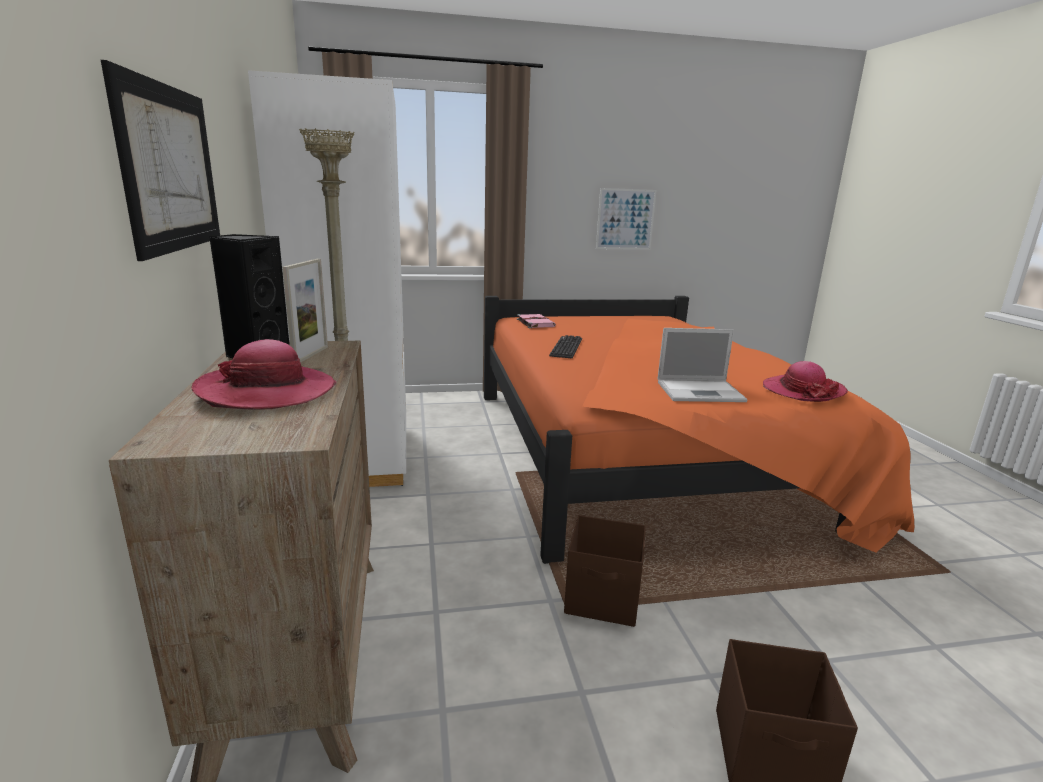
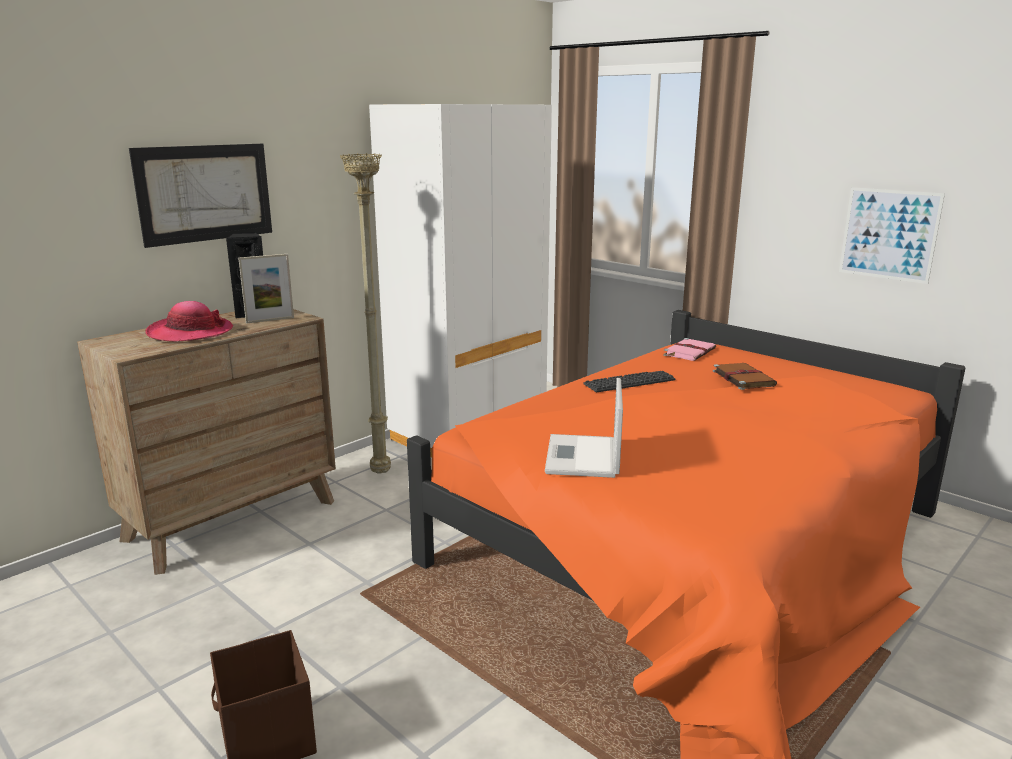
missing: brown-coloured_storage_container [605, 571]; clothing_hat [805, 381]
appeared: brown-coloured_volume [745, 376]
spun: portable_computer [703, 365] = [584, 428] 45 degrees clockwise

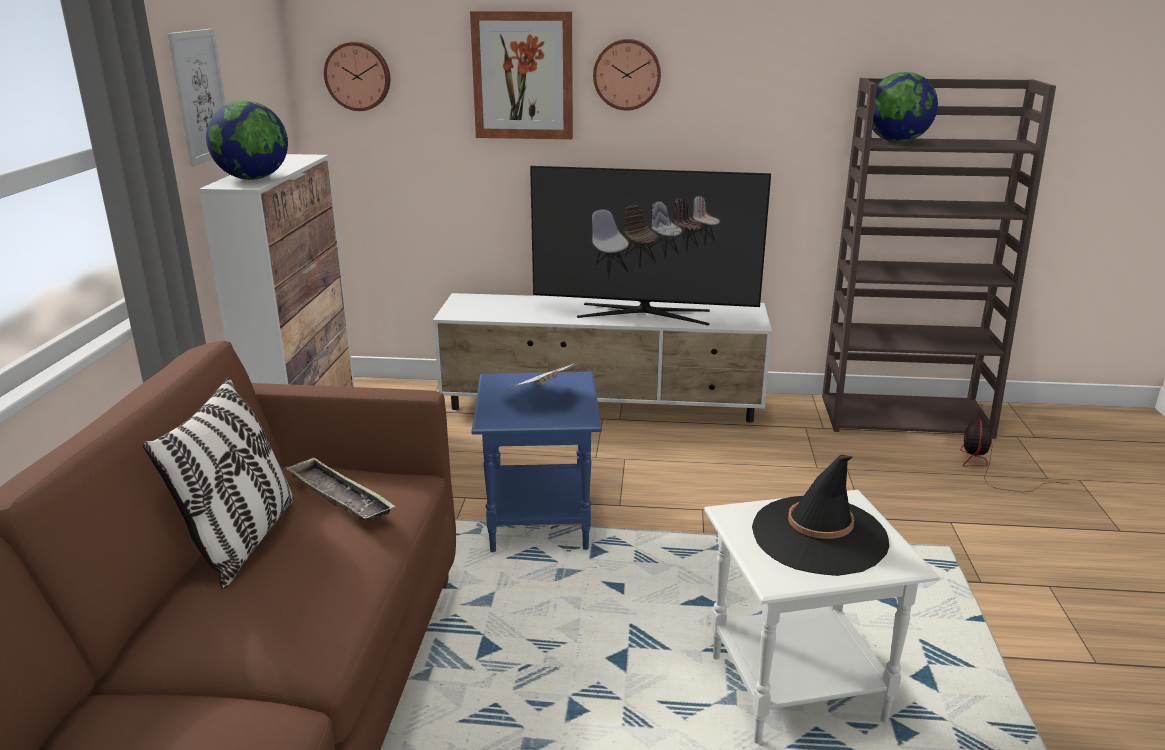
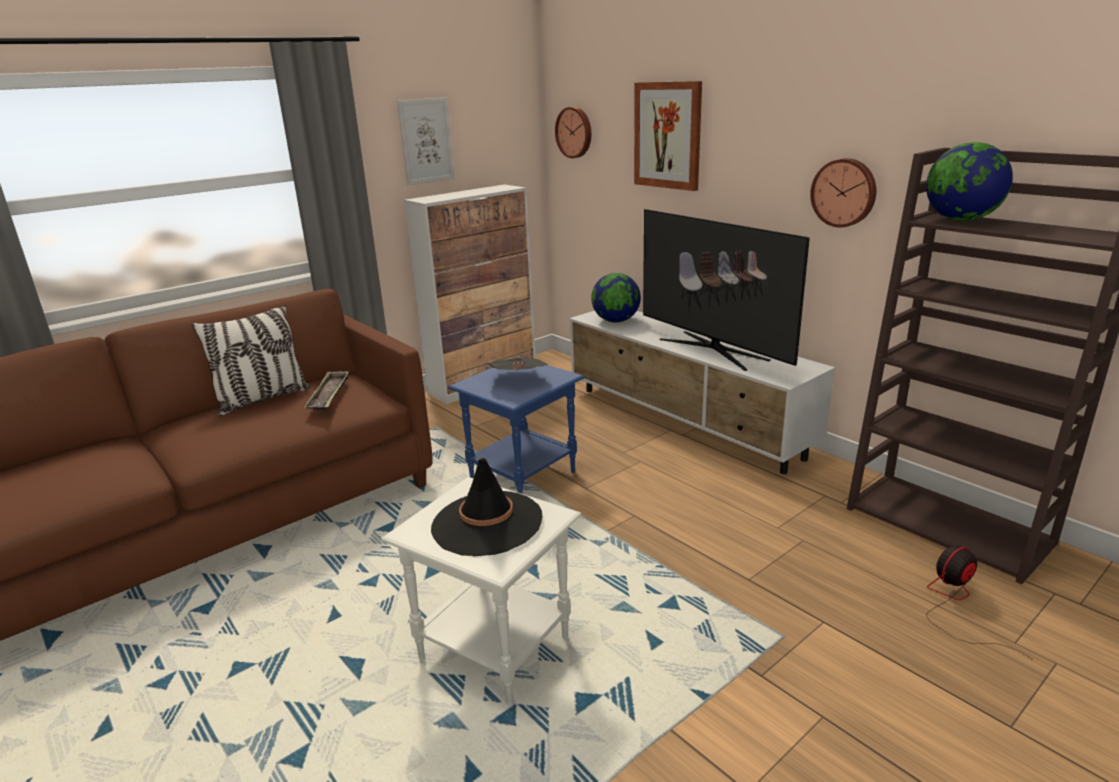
relocated: desk_globe [247, 140] to [616, 298]; clock_on_the_wall [627, 74] to [843, 192]

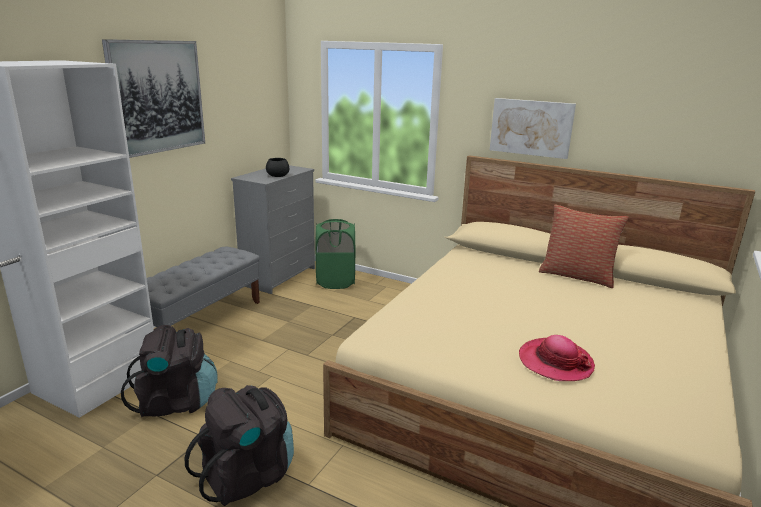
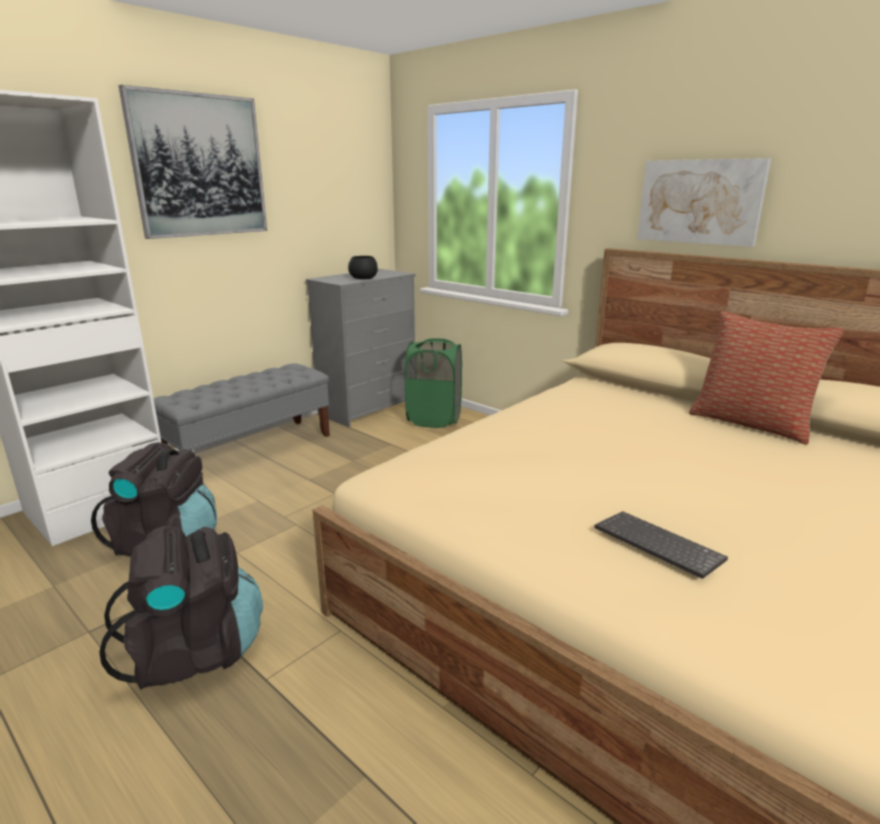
exchanged: clothing_hat [557, 358] to computer_keyboard [661, 545]

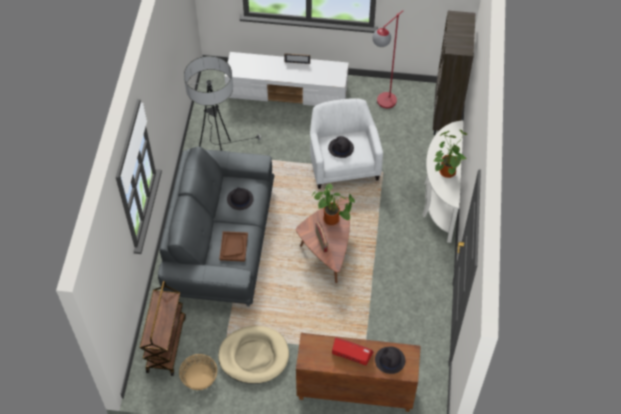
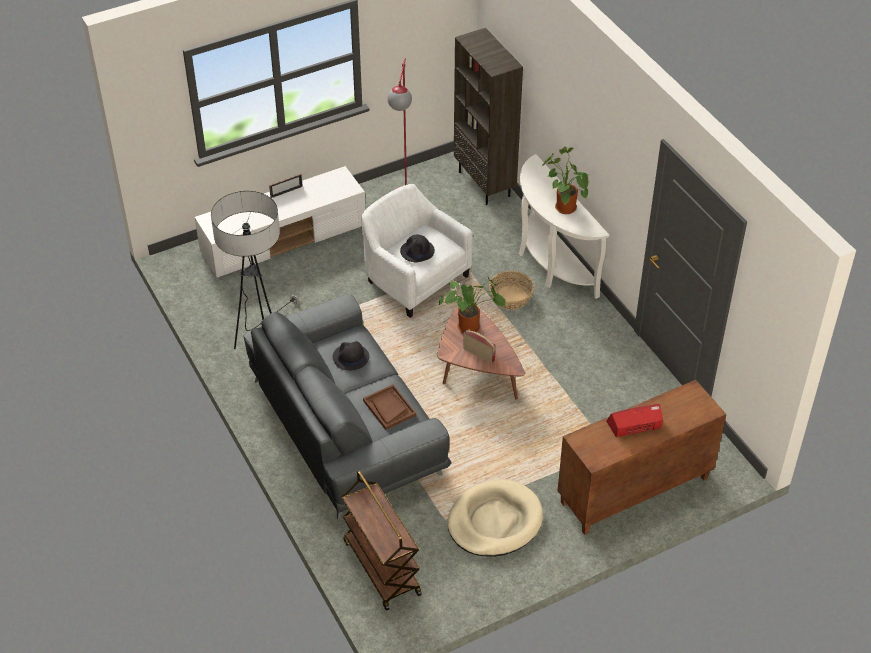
missing: black_clothing_hat [390, 360]
relocated: storage_basket [198, 372] to [511, 290]

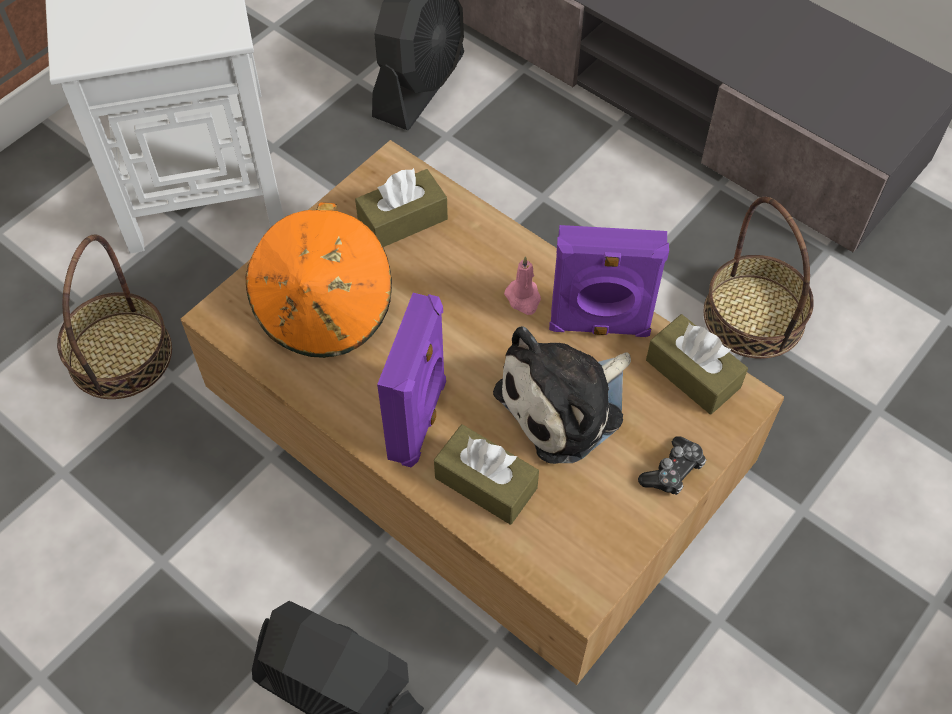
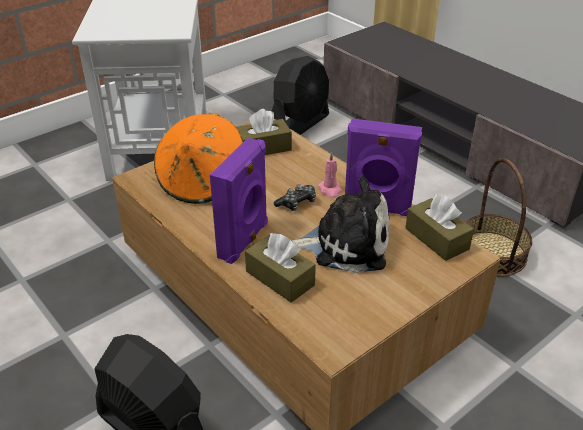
missing: storage_basket [114, 316]
relocated: joypad [672, 465] to [295, 197]
spun: soft_toy [562, 395] = [340, 224] 150 degrees counterclockwise

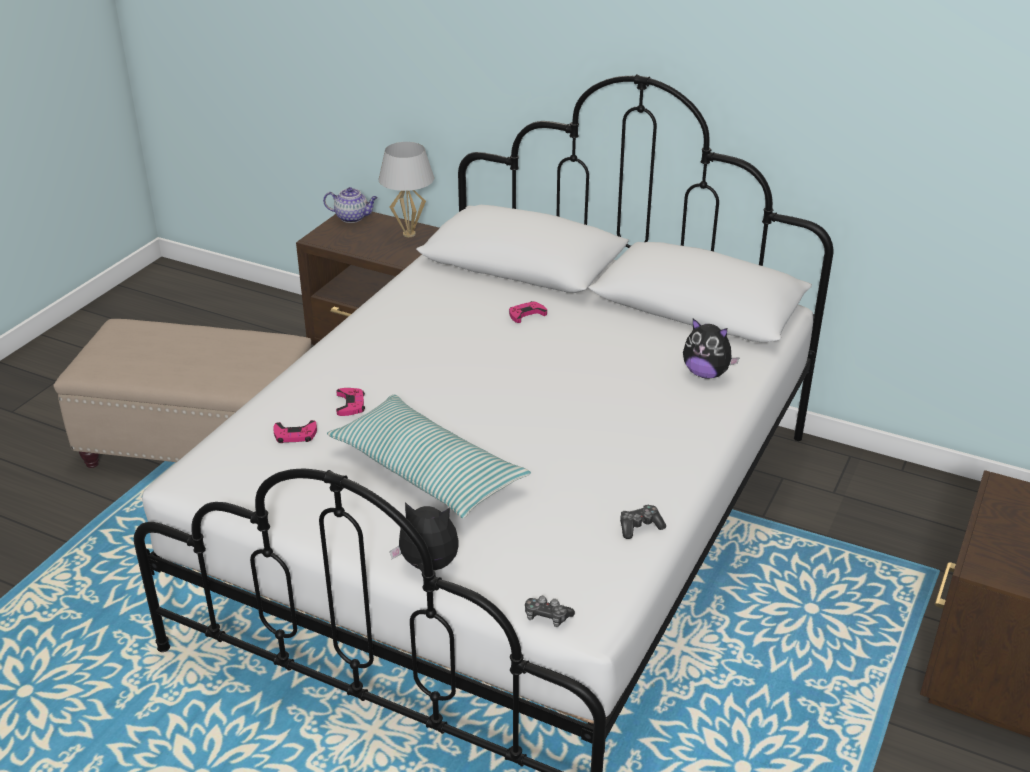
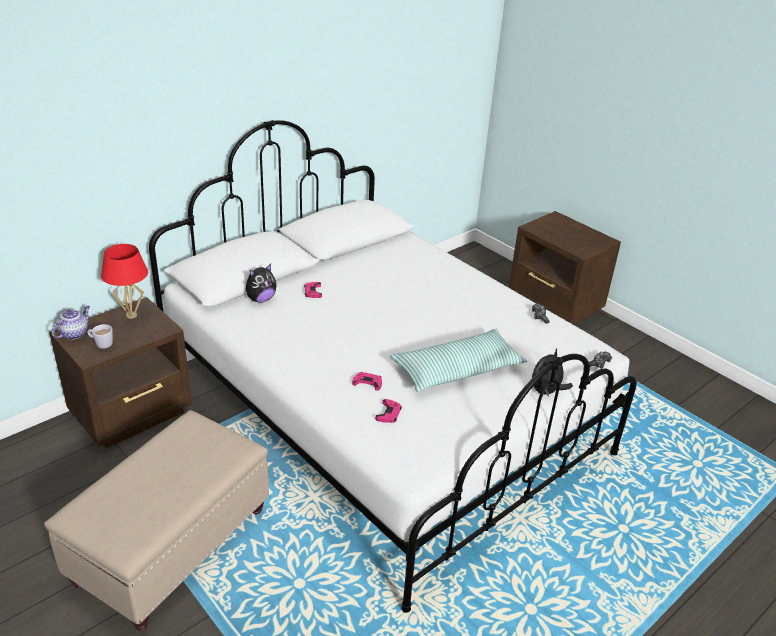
appeared: white_coffee_mug [100, 336]
relocated: soft_toy [711, 348] to [261, 283]
colour: white_lamp_for_a_table [406, 189] to red-coloured_lamp_for_a_table [124, 281]

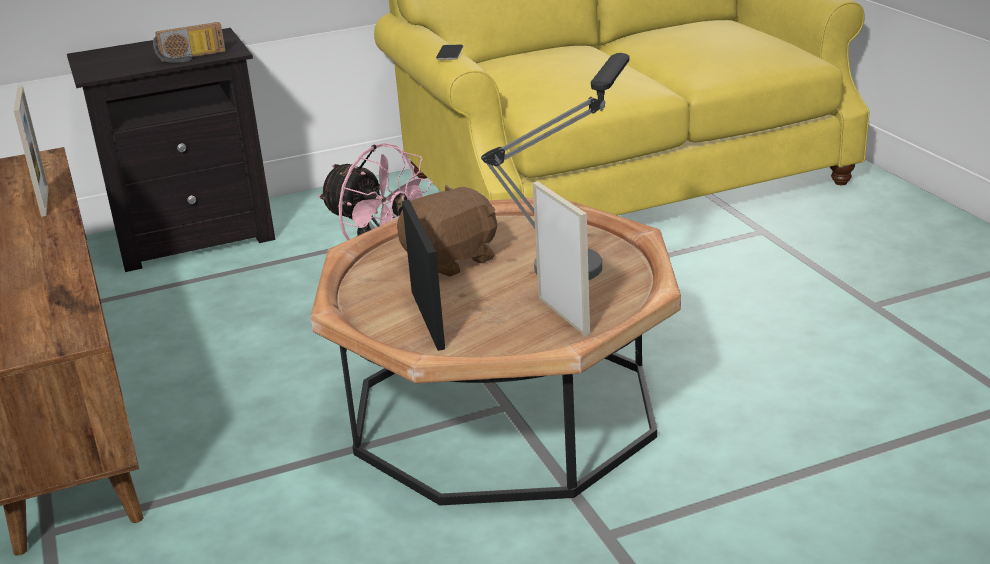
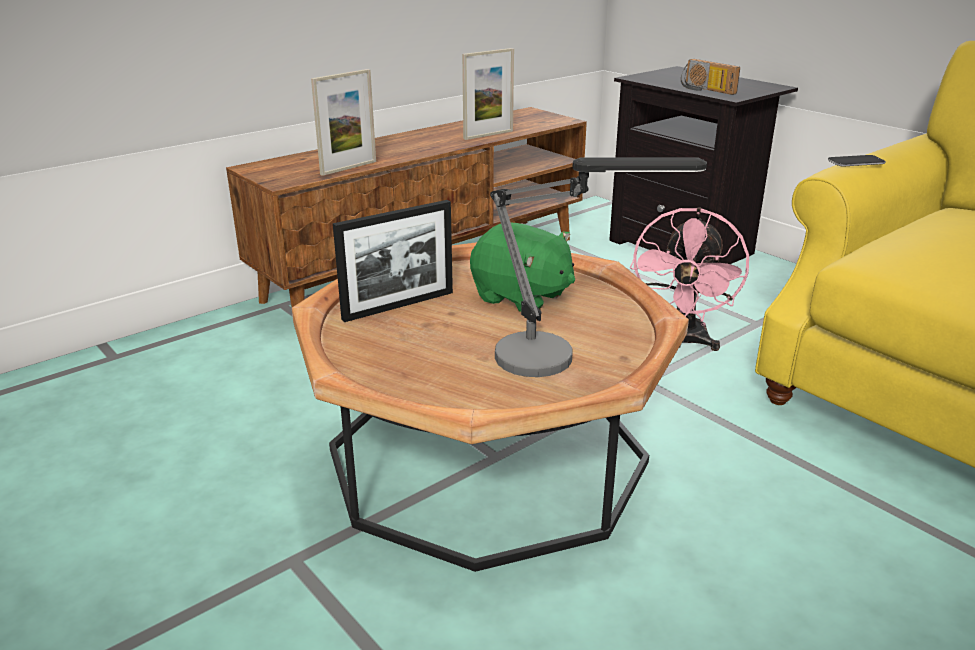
relocated: standing_frame [561, 258] to [343, 122]
colour: brown-coloured_soft_toy [447, 231] to green-coloured_soft_toy [522, 267]

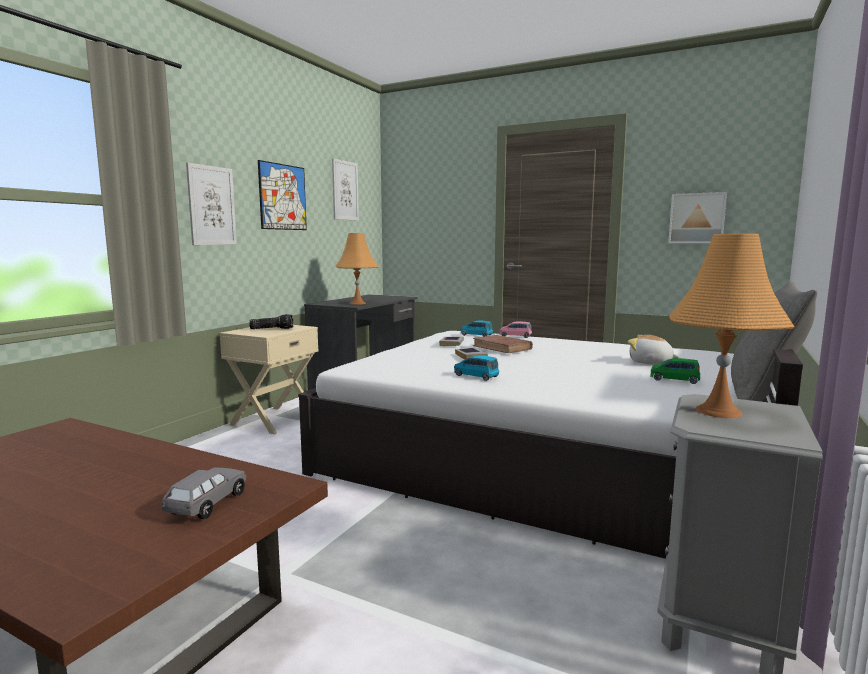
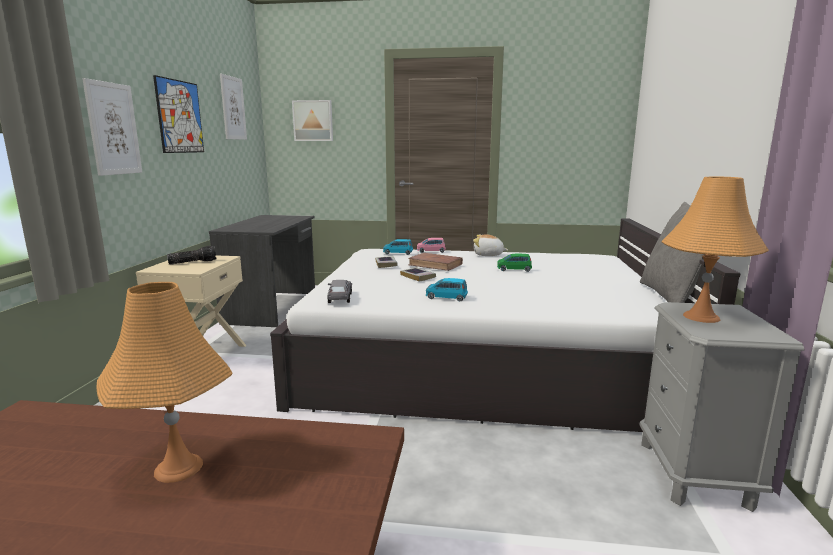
relocated: greyish_toy_car [204, 493] to [340, 291]; orangey_lamp_for_a_table [357, 269] to [164, 382]; soft_toy [653, 350] to [490, 245]; green-coloured_toy_car [675, 371] to [514, 263]; wall_picture [697, 217] to [312, 120]

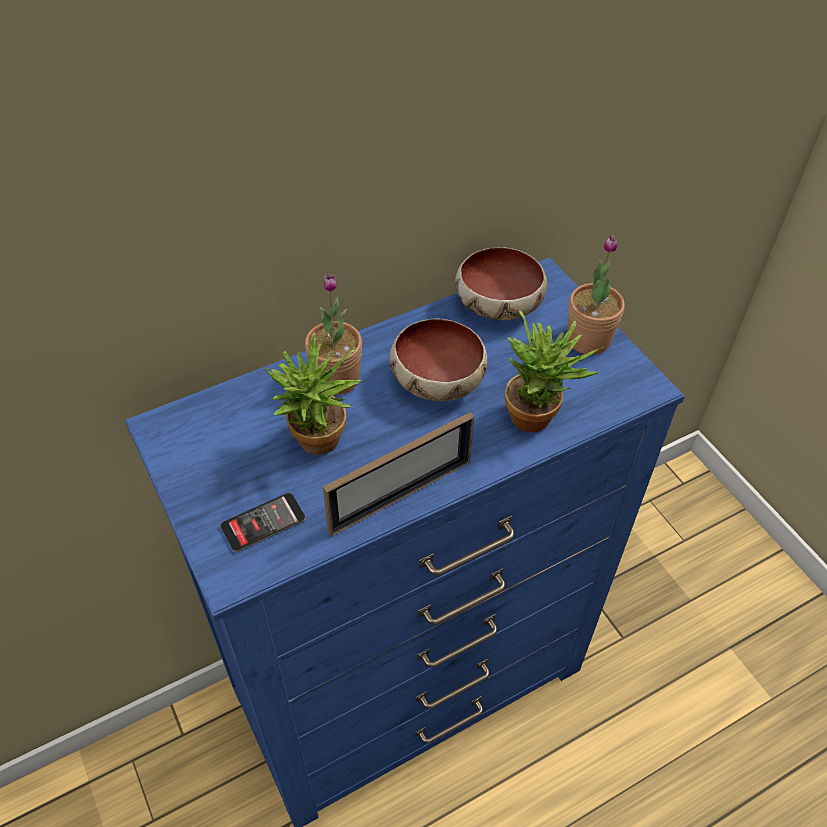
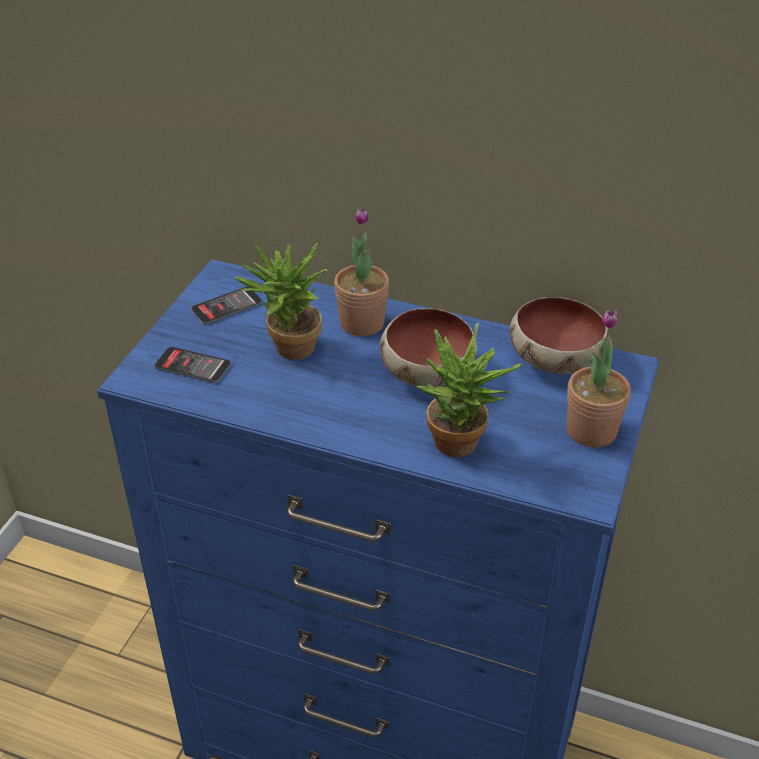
missing: standing_frame [398, 474]
appeared: telephone [226, 305]

